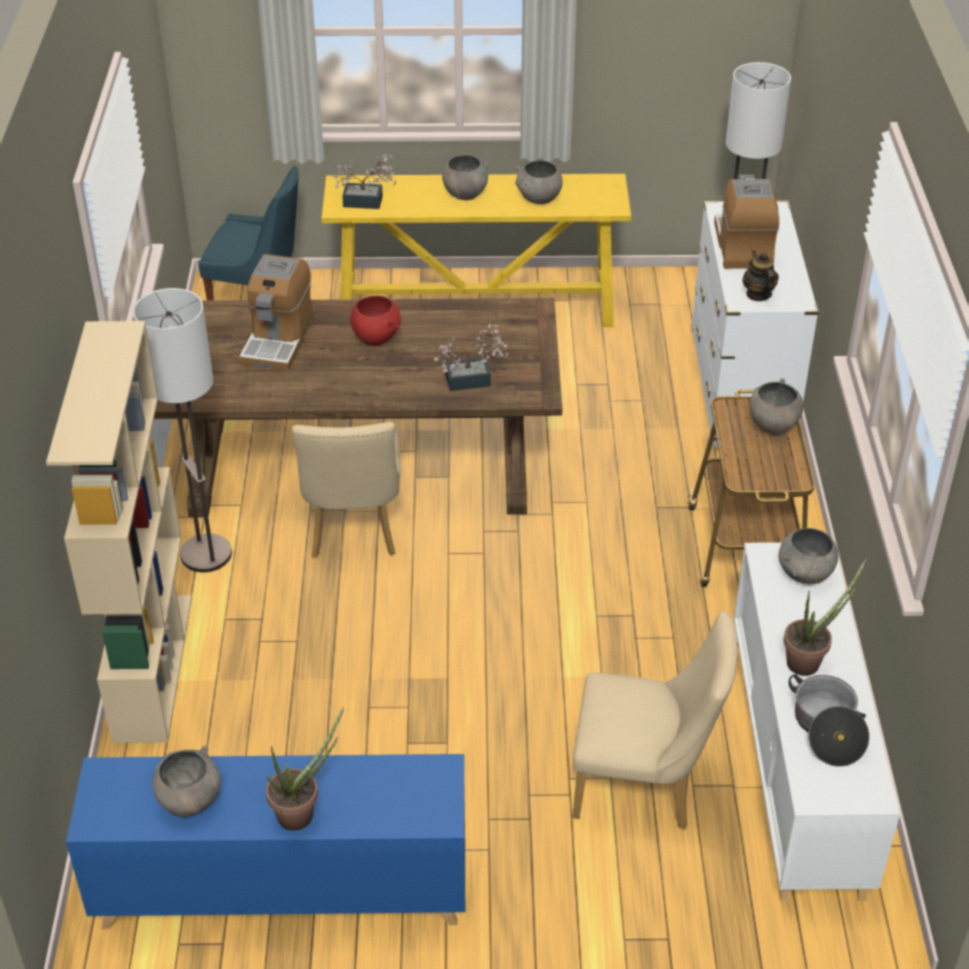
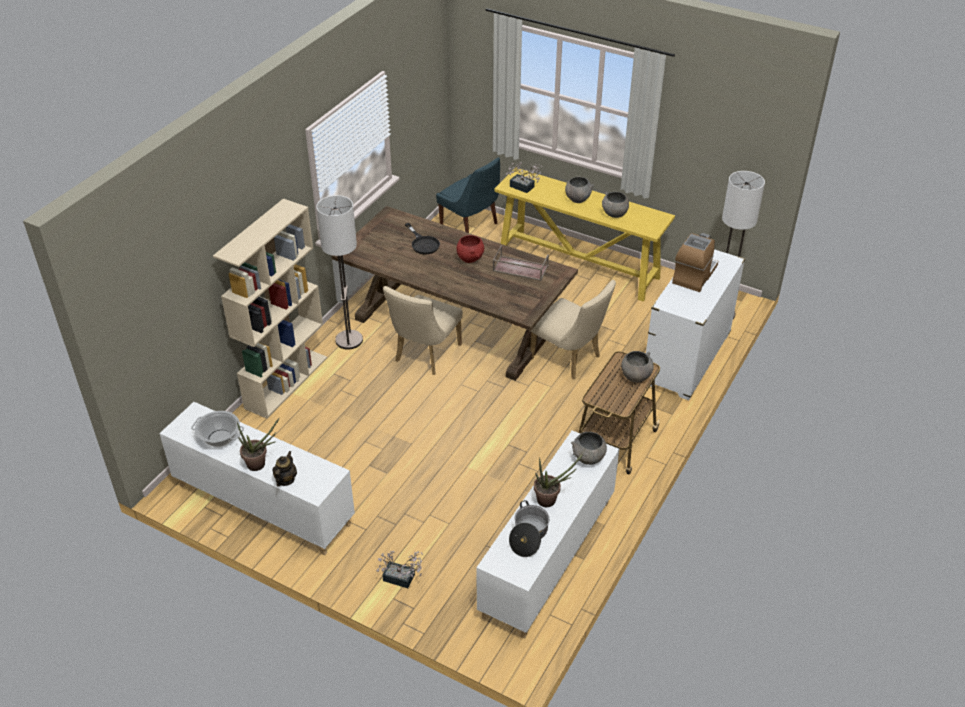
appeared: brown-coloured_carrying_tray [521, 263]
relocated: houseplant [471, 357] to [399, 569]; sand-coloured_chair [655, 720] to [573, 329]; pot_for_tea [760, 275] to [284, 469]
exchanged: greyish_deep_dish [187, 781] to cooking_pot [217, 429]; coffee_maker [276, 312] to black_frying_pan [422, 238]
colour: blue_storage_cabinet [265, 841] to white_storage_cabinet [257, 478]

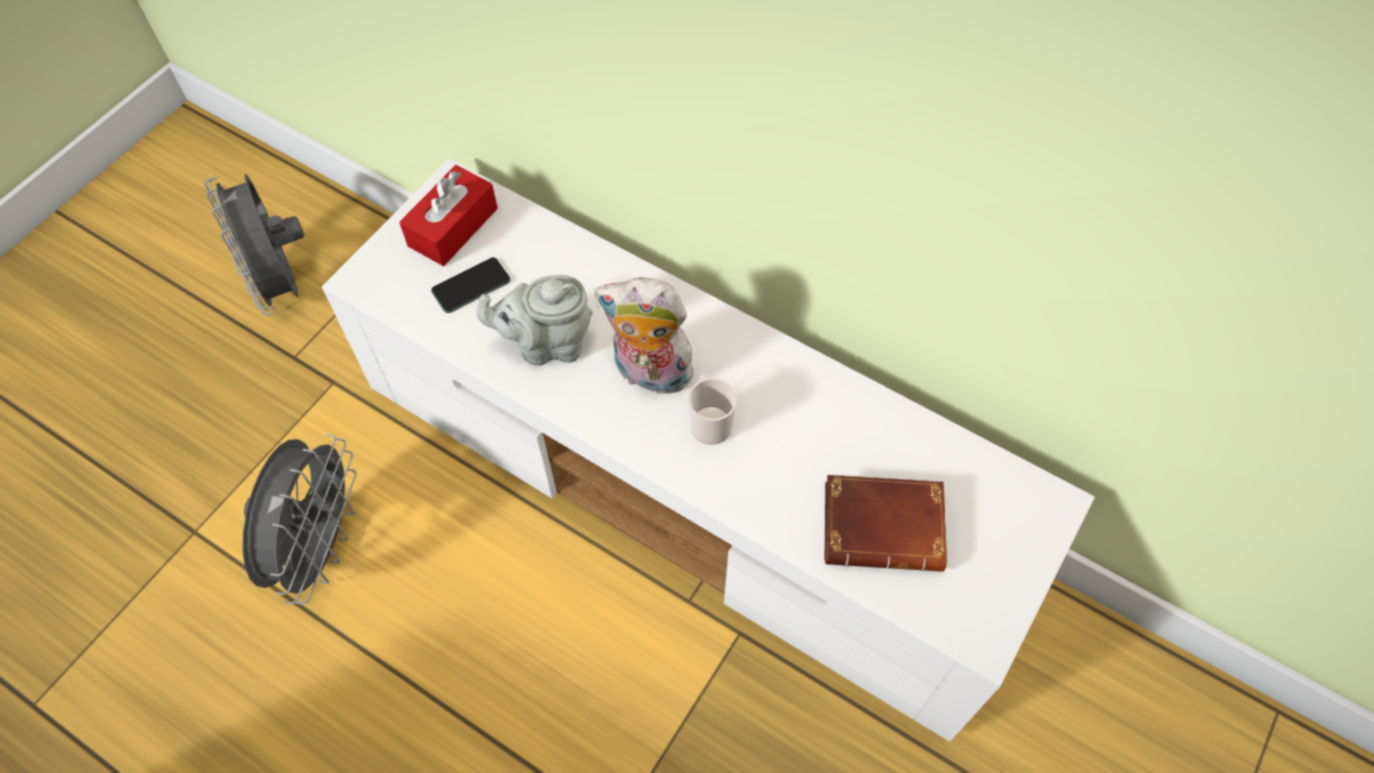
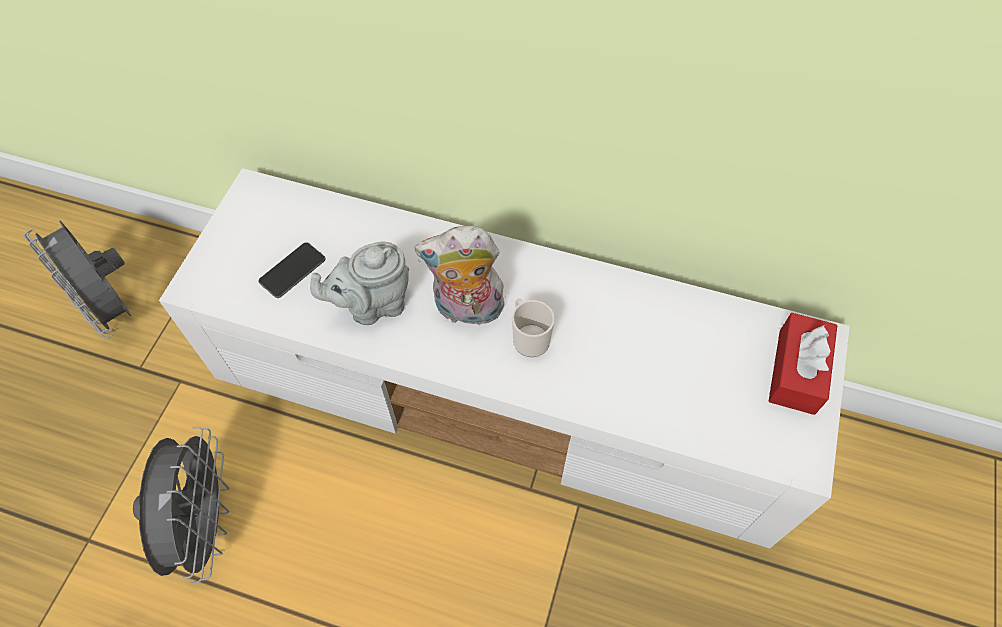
missing: brown-coloured_volume [886, 523]
relocated: red-coloured_box_of_tissues [448, 215] to [803, 364]

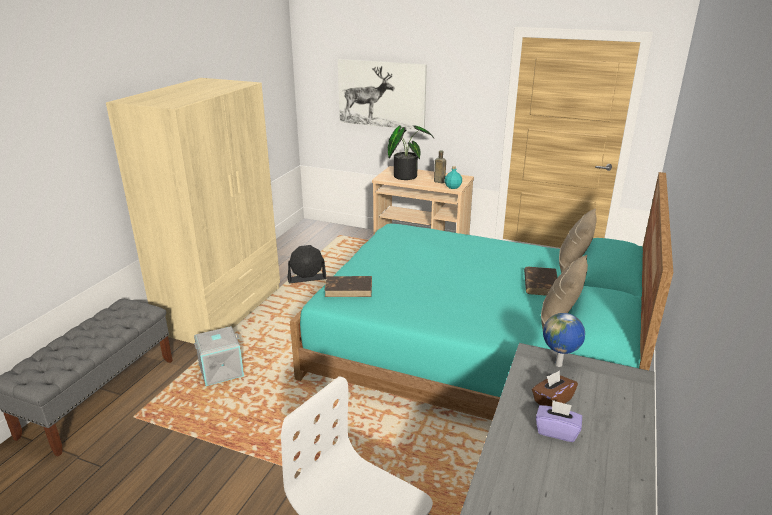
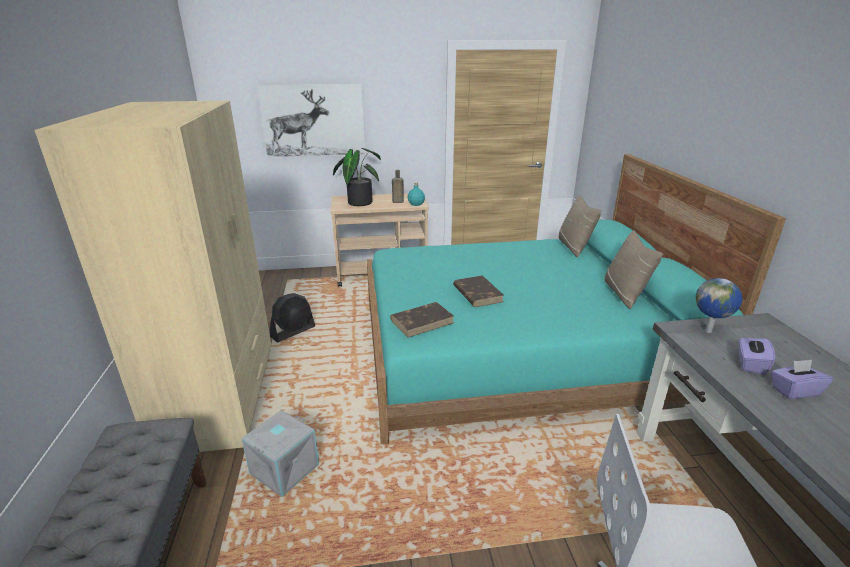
relocated: brown-coloured_volume [541, 281] to [478, 291]
colour: brown-coloured_box_of_tissues [555, 388] to purple-coloured_box_of_tissues [757, 355]

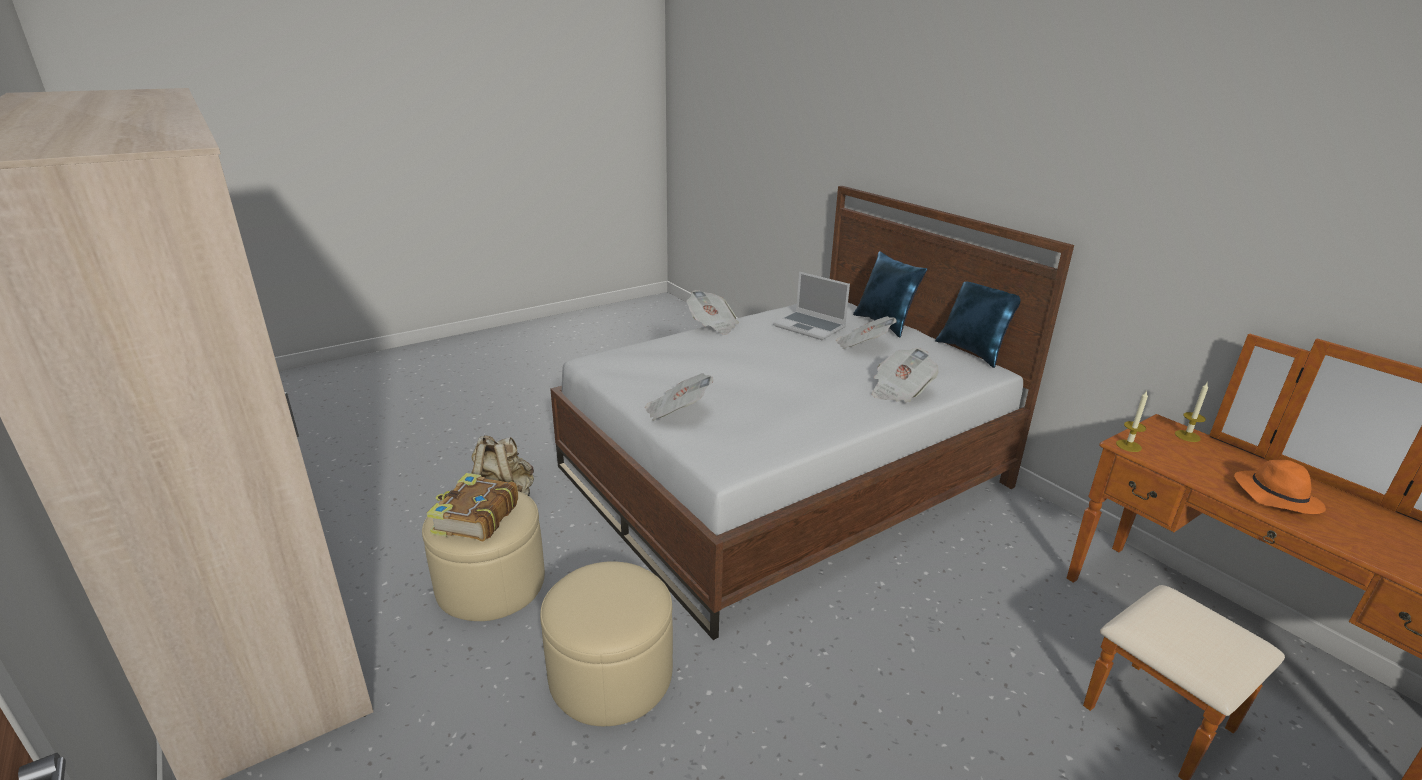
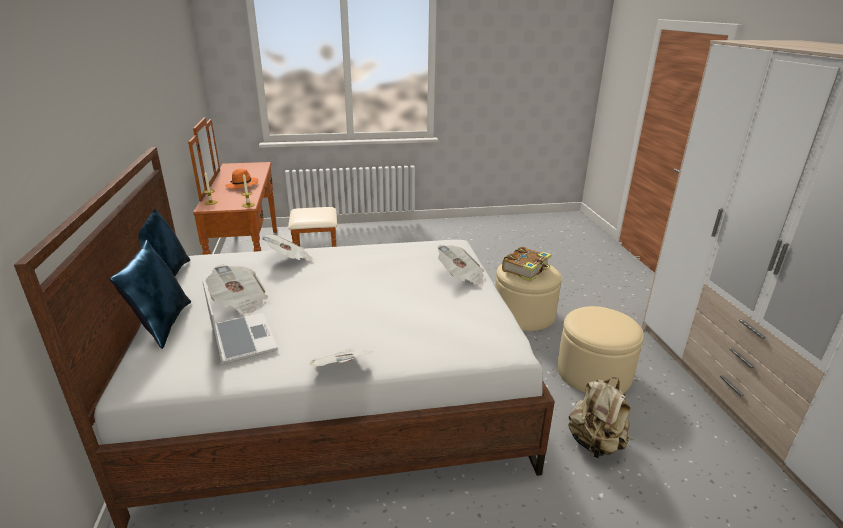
relocated: volume [472, 507] to [527, 264]

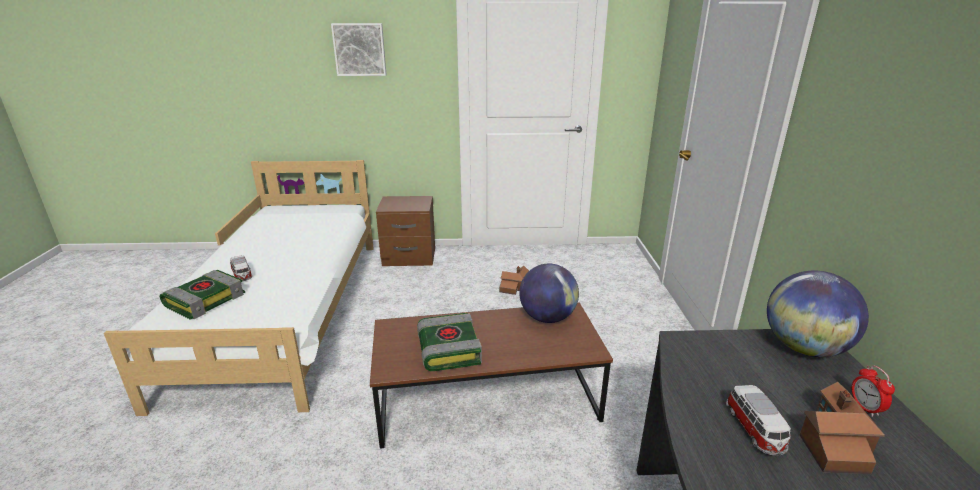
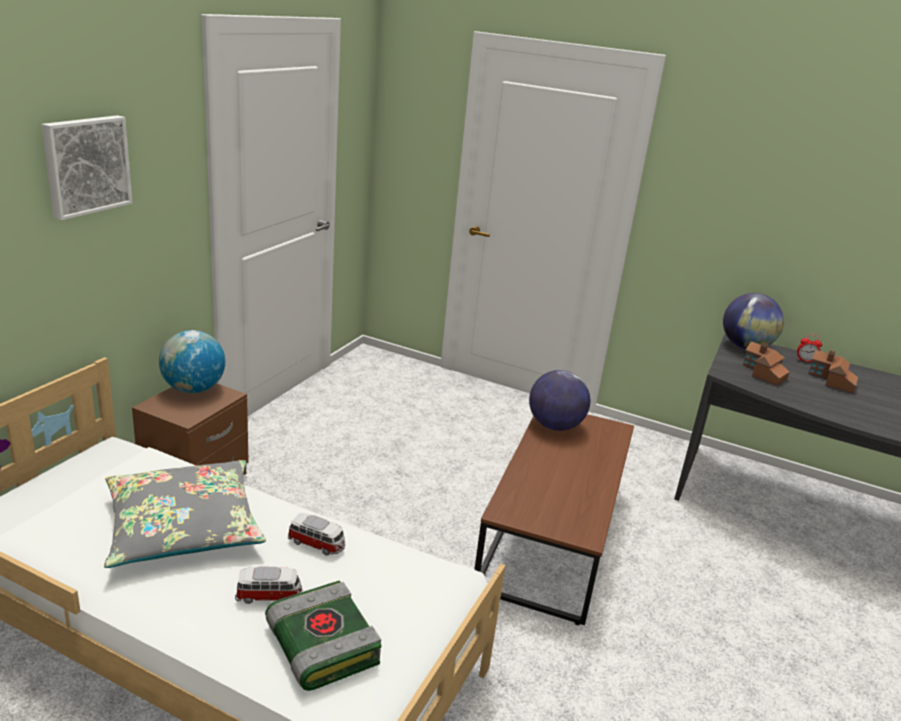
missing: volume [449, 342]
appeared: greyish_pillow [185, 514]; desk_globe [192, 361]
relocated: model_house [514, 280] to [766, 363]; toy_car [758, 420] to [316, 534]

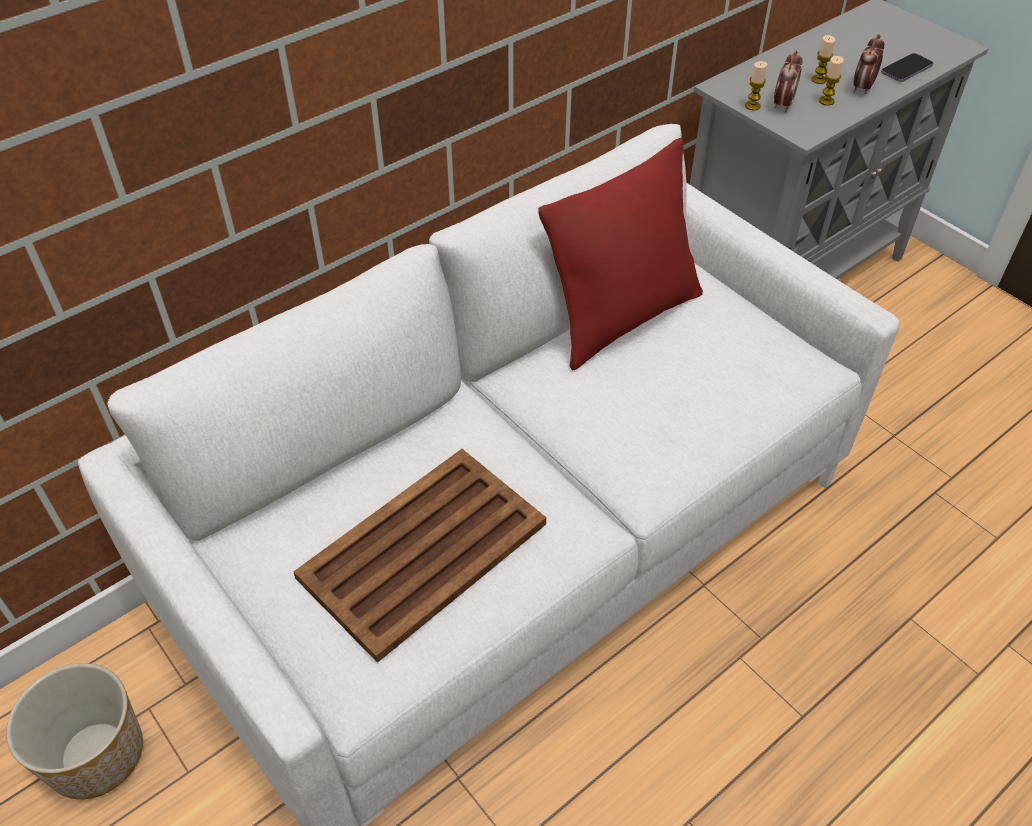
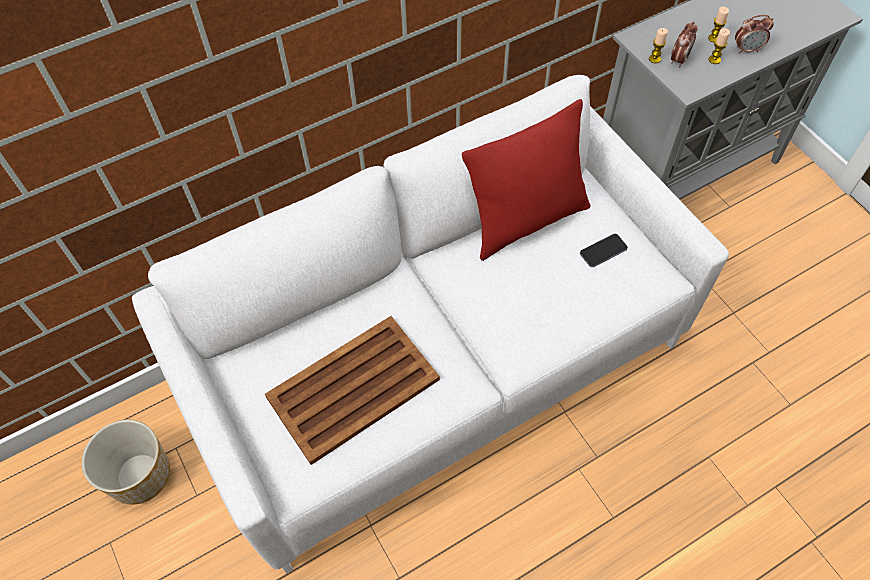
relocated: telephone [907, 67] to [604, 250]
spun: alarm_clock [869, 64] = [754, 34] 135 degrees counterclockwise

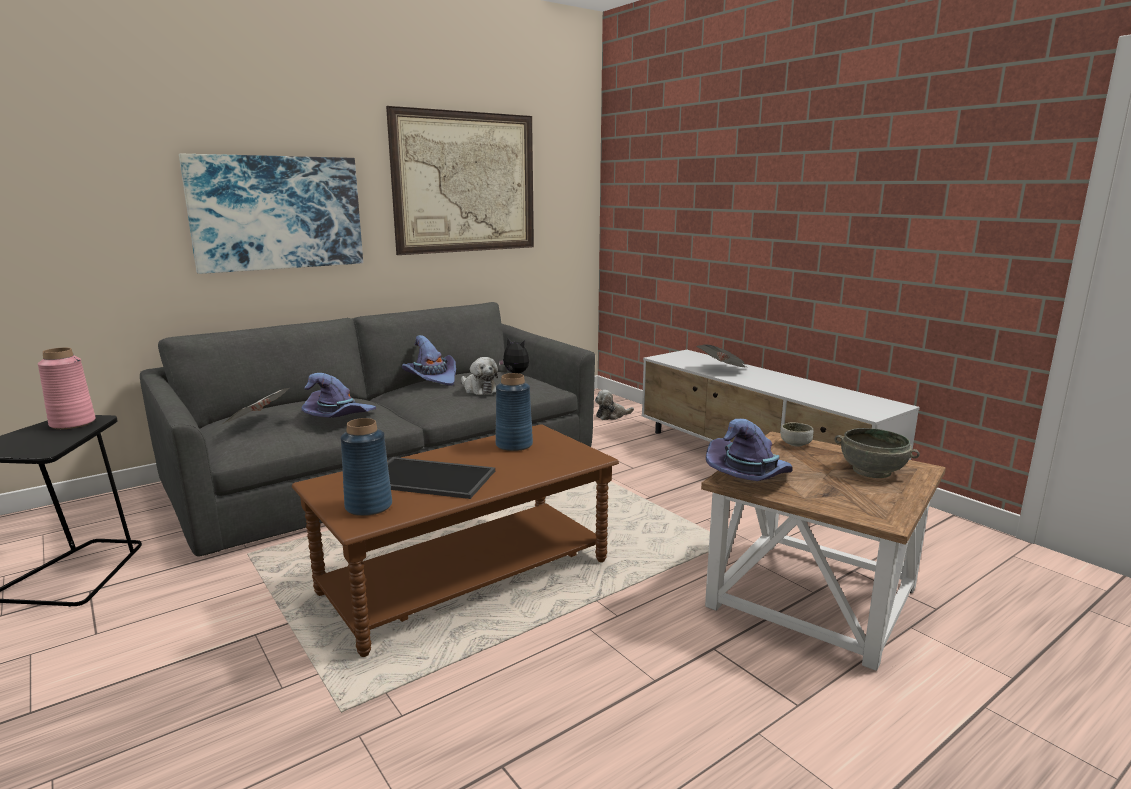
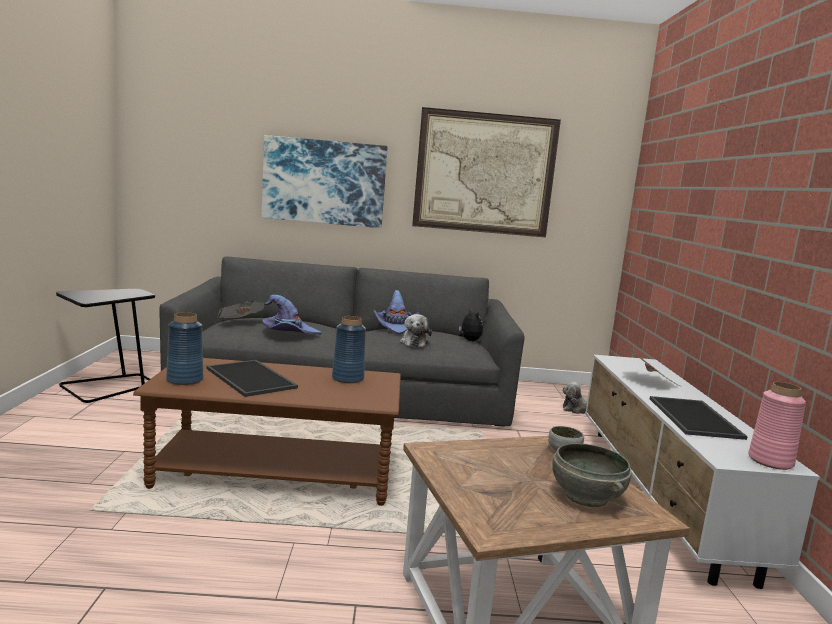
missing: purple-coloured_clothing_hat [749, 450]
appeared: carrying_tray [699, 418]
relocated: pink-coloured_decorative_vase [67, 388] to [777, 426]

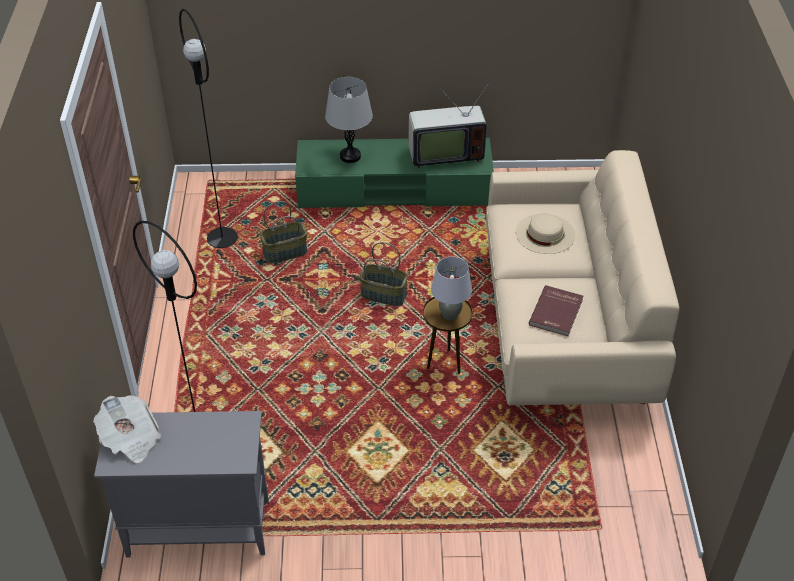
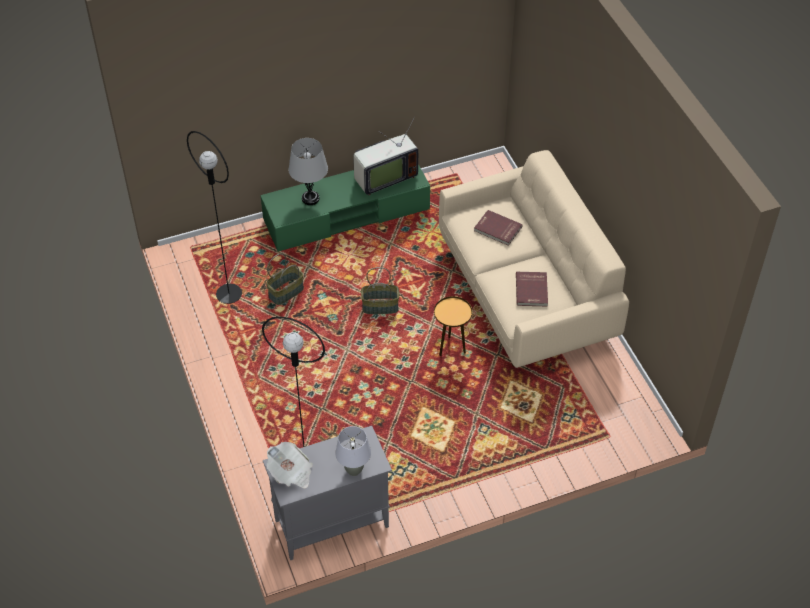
relocated: greyish_lamp_for_a_table [451, 288] to [353, 451]
exchanged: sand-coloured_clothing_hat [545, 233] to red-coloured_volume [498, 228]

